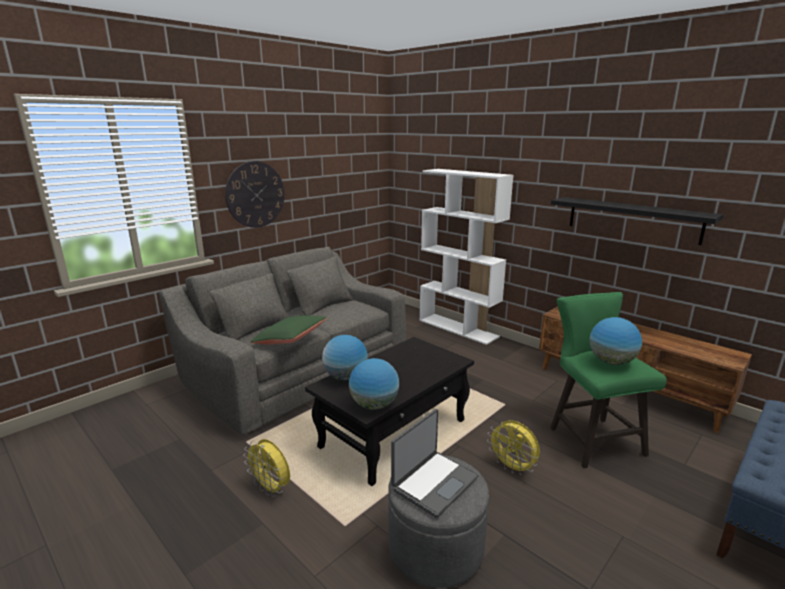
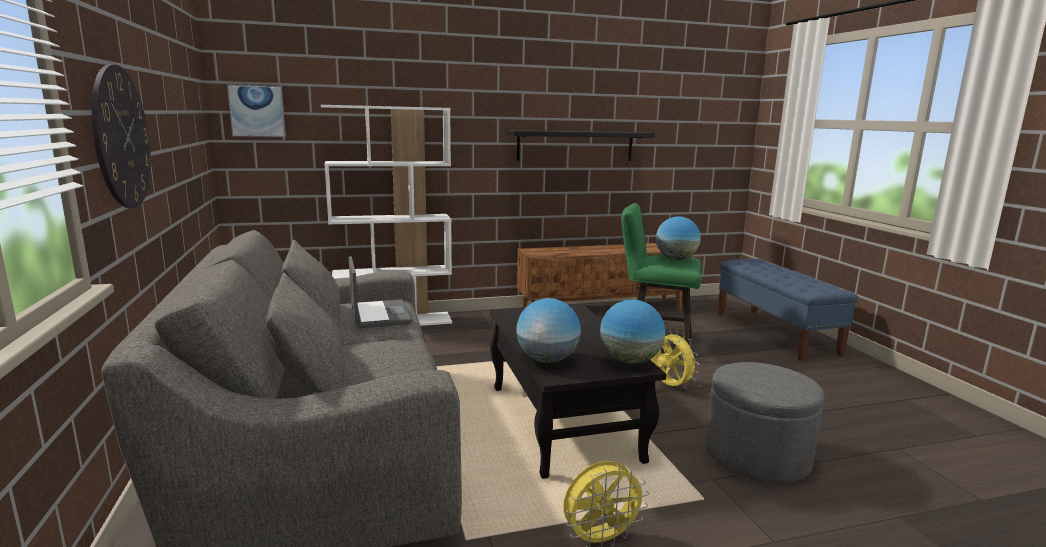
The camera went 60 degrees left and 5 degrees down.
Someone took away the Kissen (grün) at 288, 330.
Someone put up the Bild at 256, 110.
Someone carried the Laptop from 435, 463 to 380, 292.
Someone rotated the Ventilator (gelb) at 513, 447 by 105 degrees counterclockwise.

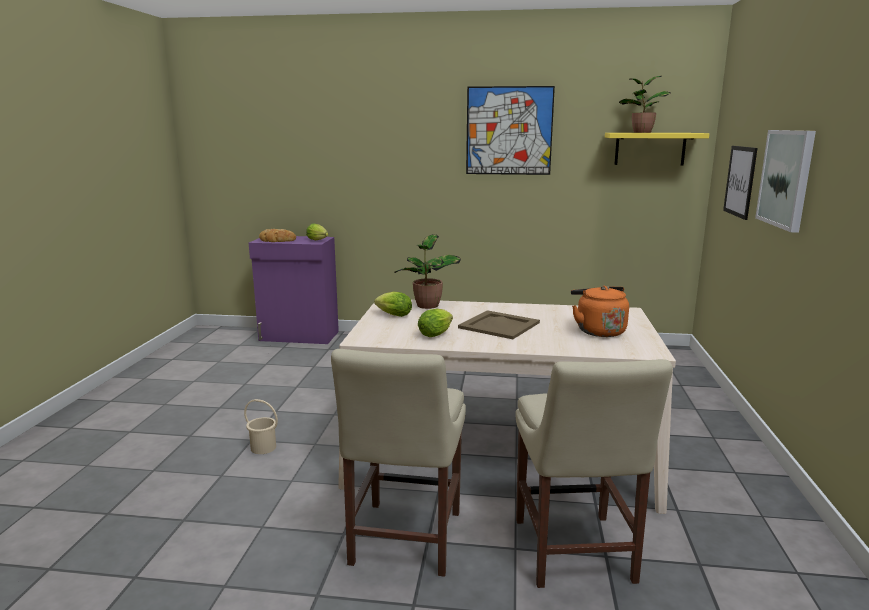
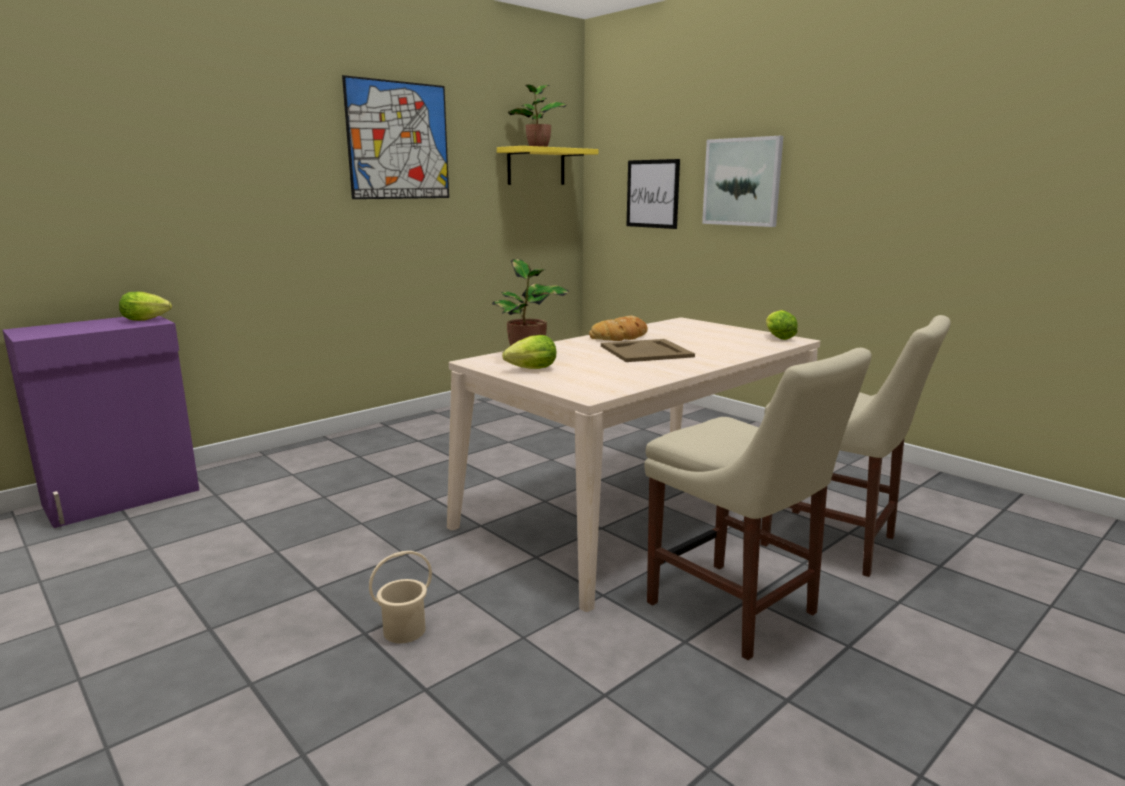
The camera went 50 degrees left and 0 degrees up.
Someone took away the Wasserkessel (orange) at 600, 311.
Someone carried the Brot from 277, 235 to 618, 328.
Someone carried the Salatkopf from 435, 323 to 782, 325.

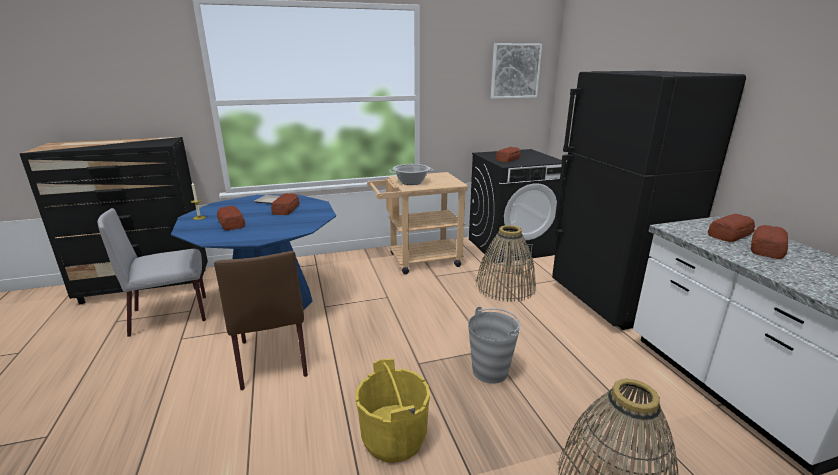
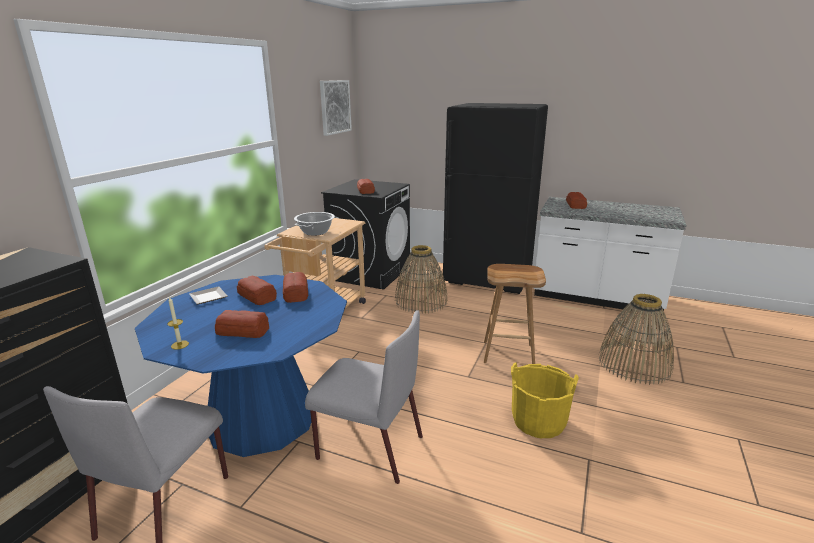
The camera went 50 degrees left and 0 degrees up.
Someone carried the Brot from 769, 242 to 295, 287.
Someone swapped the Eimer (grau) at 494, 345 for the Hocker (braun) at 515, 314.
Someone repainted the Stuhl (braun) at 261, 320, which became the Stuhl (grau) at 364, 397.

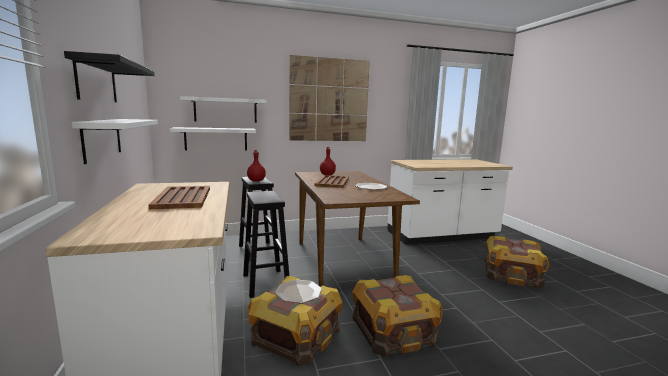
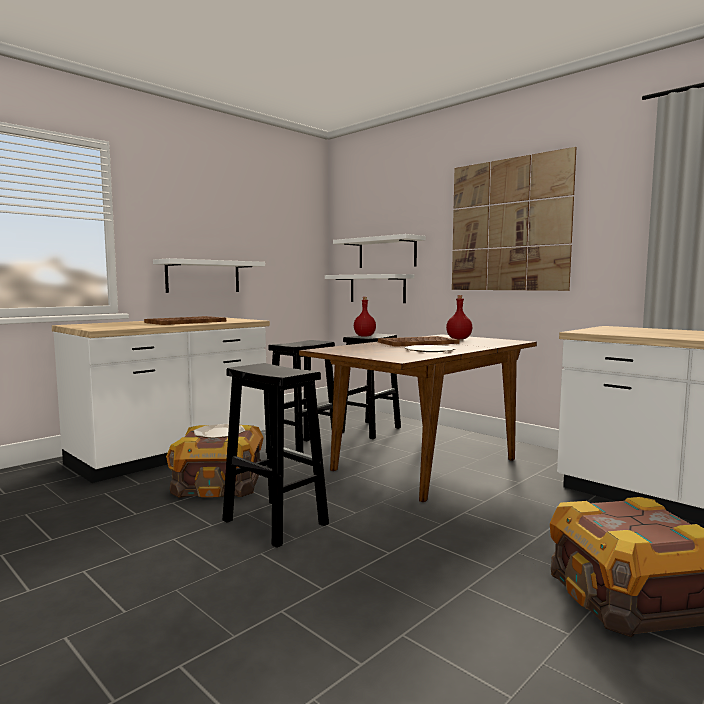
The camera went 60 degrees right and 5 degrees down.
Someone took away the Wandregal (schwarz) at 109, 76.
Someone swapped the Kiste at 397, 316 for the Hocker (schwarz) at 276, 455.

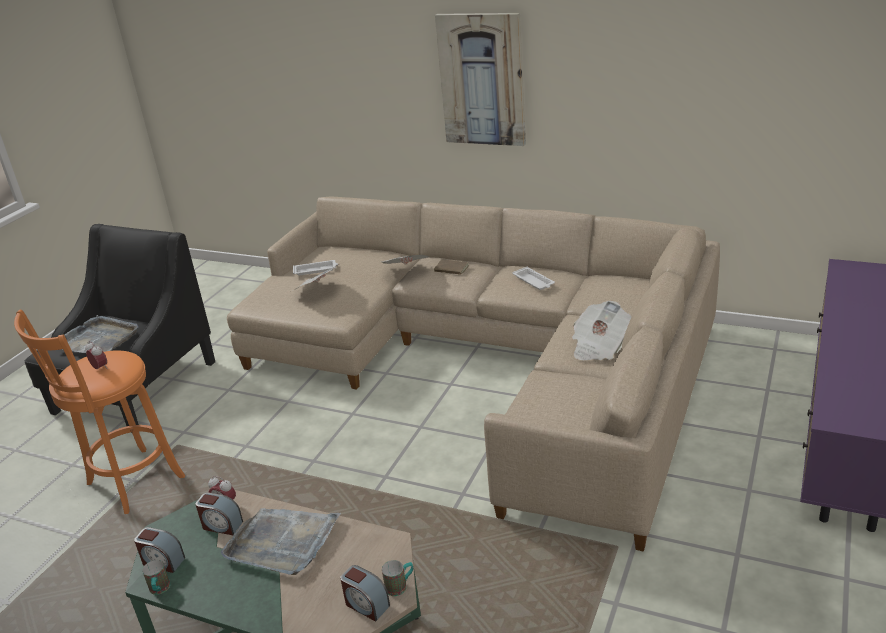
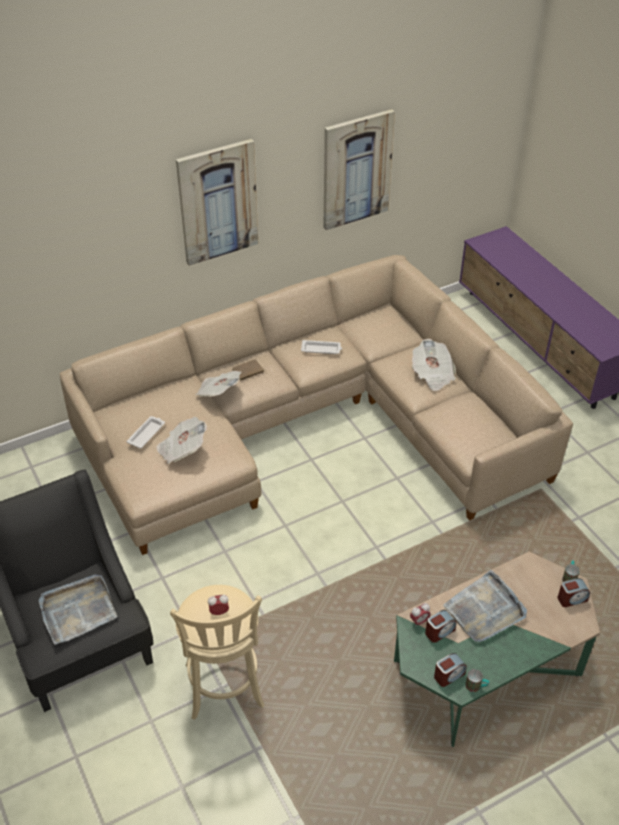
The camera went 55 degrees left and 15 degrees up.
Someone put up the Bild at 359, 169.
Someone repainted the Hocker (orange) at 99, 412, which became the Hocker (beige) at 217, 652.

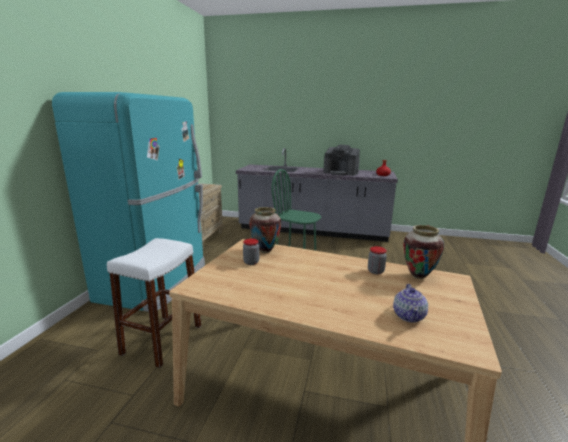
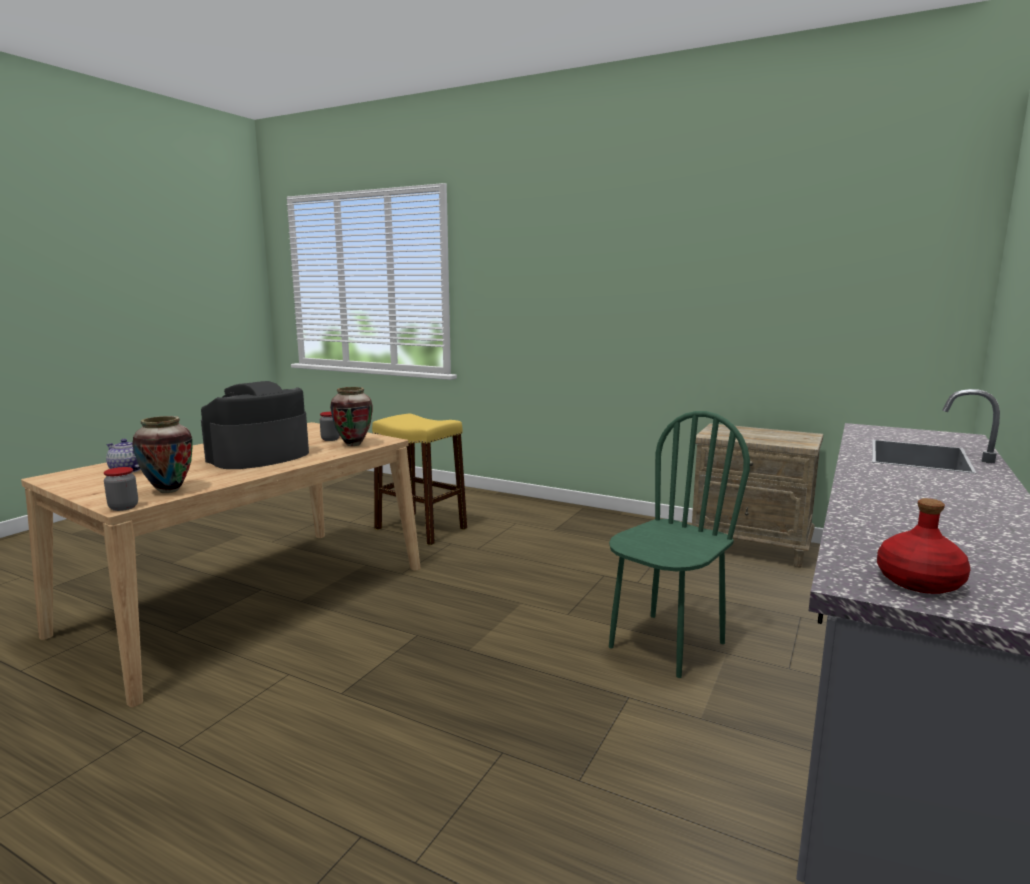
The camera went 105 degrees right and 5 degrees down.
Someone took away the Kühlschrank (türkis) at 128, 202.
Someone carried the Kaffeemaschine from 341, 160 to 255, 425.
Someone carried the Vorratsglas from 377, 260 to 121, 489.
Someone repainted the Hocker (weiß) at 154, 303, which became the Hocker (gelb) at 419, 479.

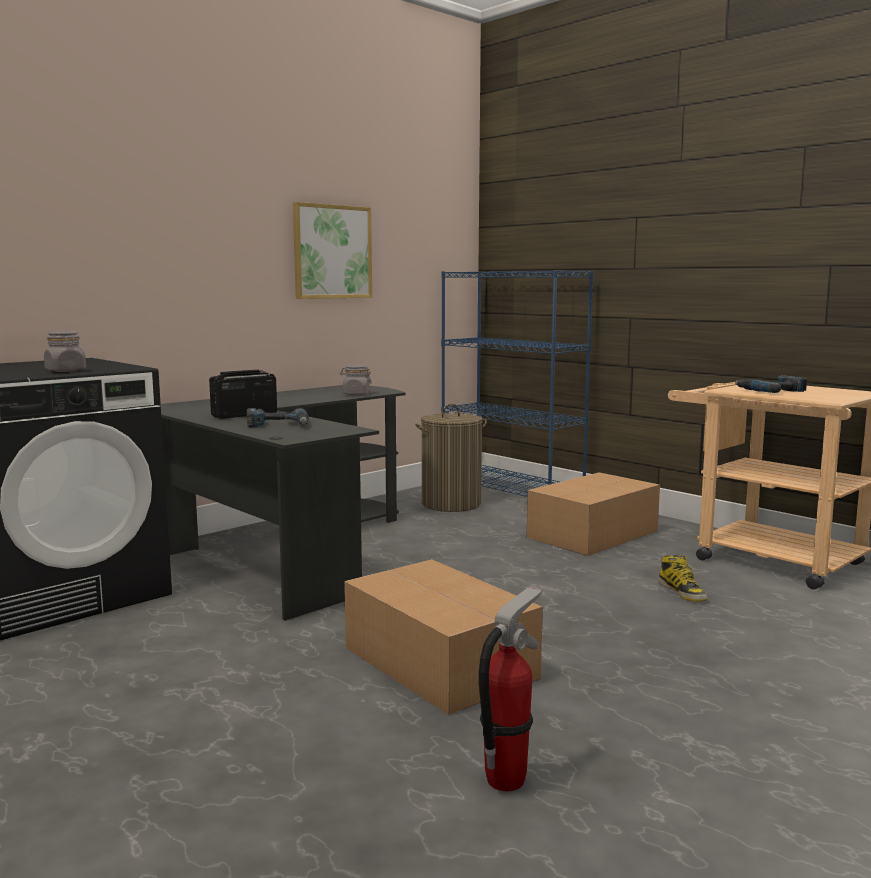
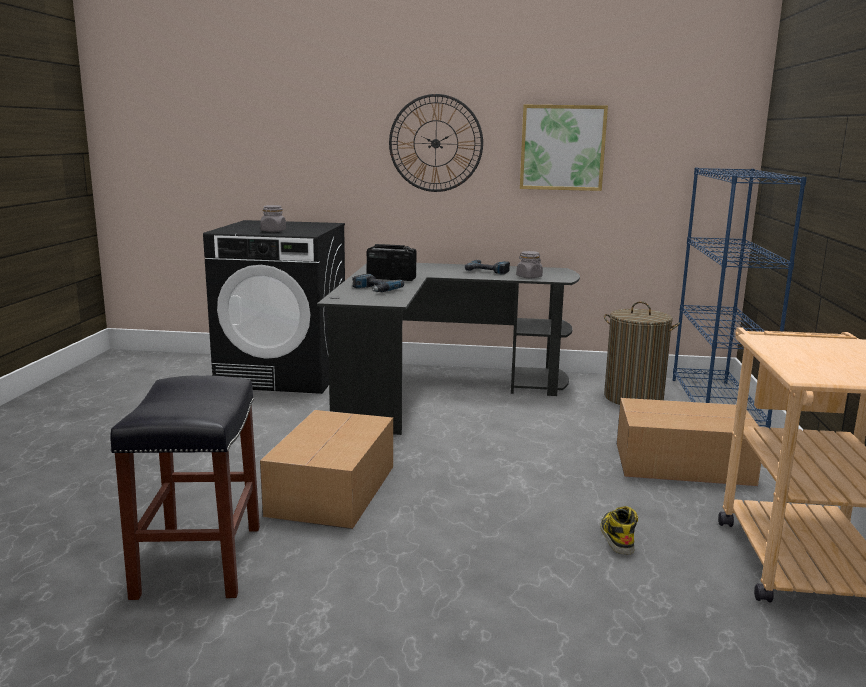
The camera went 50 degrees right and 5 degrees up.
Someone put up the Wanduhr at 436, 143.
Someone carried the Bohrmaschine from 771, 384 to 487, 267.
Someone swapped the Feuerlöscher at 510, 688 for the Hocker (schwarz) at 185, 488.
Someone rotated the Stiefel at 683, 578 by 150 degrees clockwise.

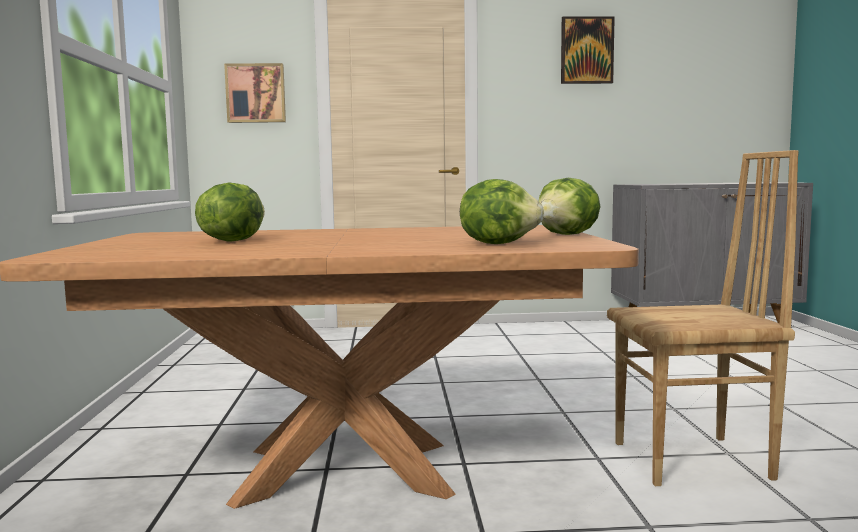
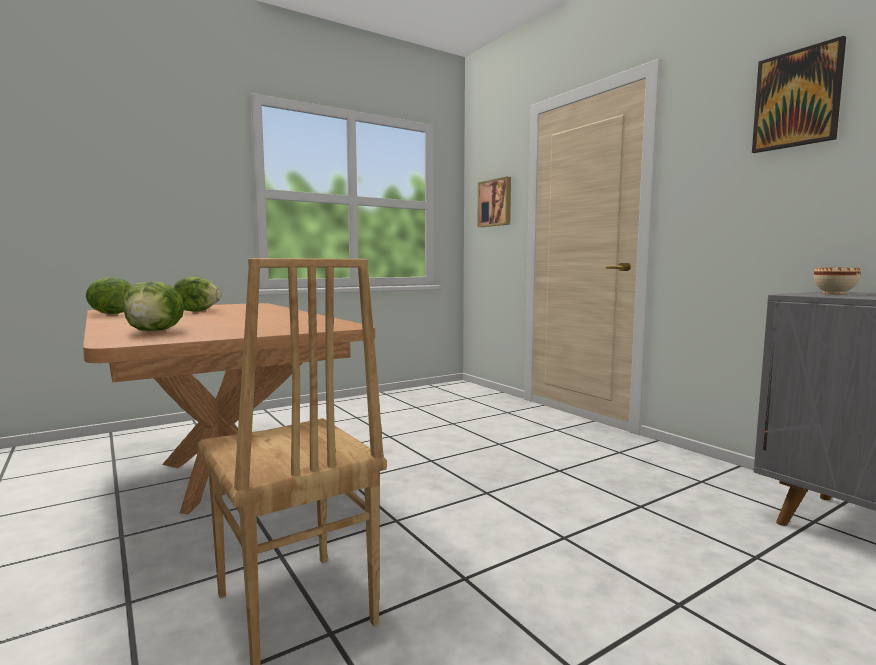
The camera went 60 degrees right and 0 degrees up.
Someone put down the Schüssel (beige) at 837, 281.
Someone carried the Salatkopf from 569, 206 to 108, 295.

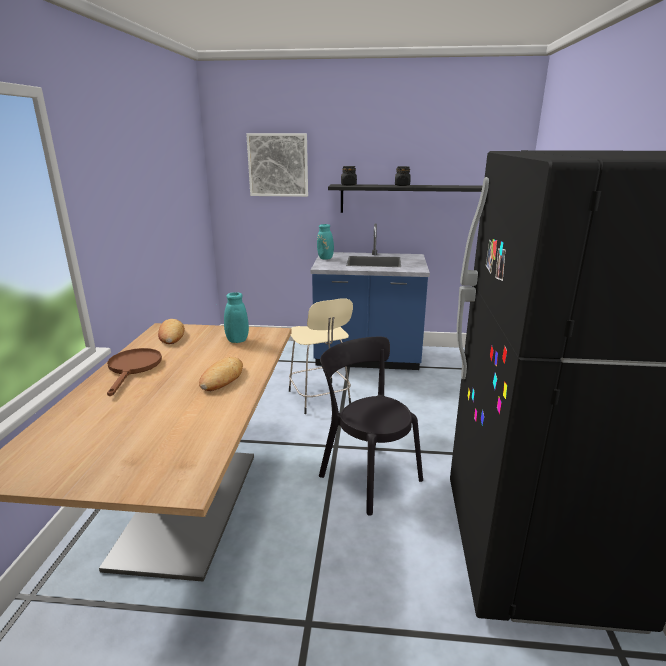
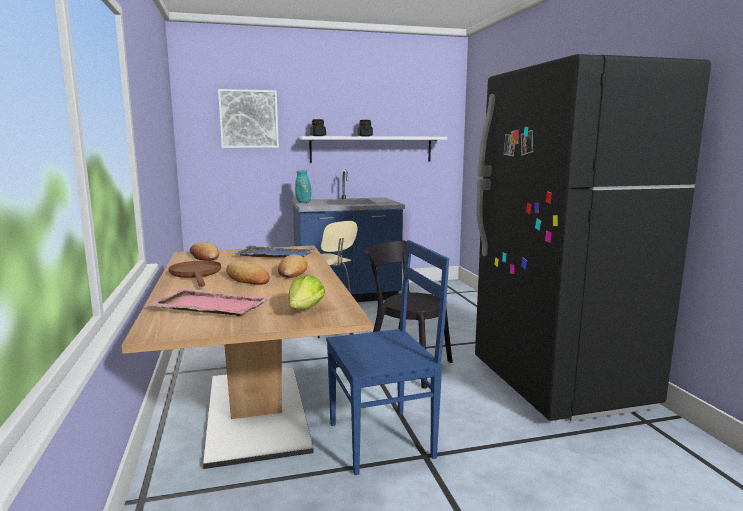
The camera went 20 degrees left and 10 degrees down.
Someone put down the Tablett (rosa) at 208, 302.
Someone put down the Brot at 248, 272.
Someone put down the Salatkopf at 306, 292.
Someone put down the Stuhl (blau) at 387, 357.
Someone swapped the Vase (türkis) at 236, 317 for the Tablett (blau) at 274, 251.
Someone repainted the Wandregal (schwarz) at 405, 198, which became the Wandregal (weiß) at 373, 149.

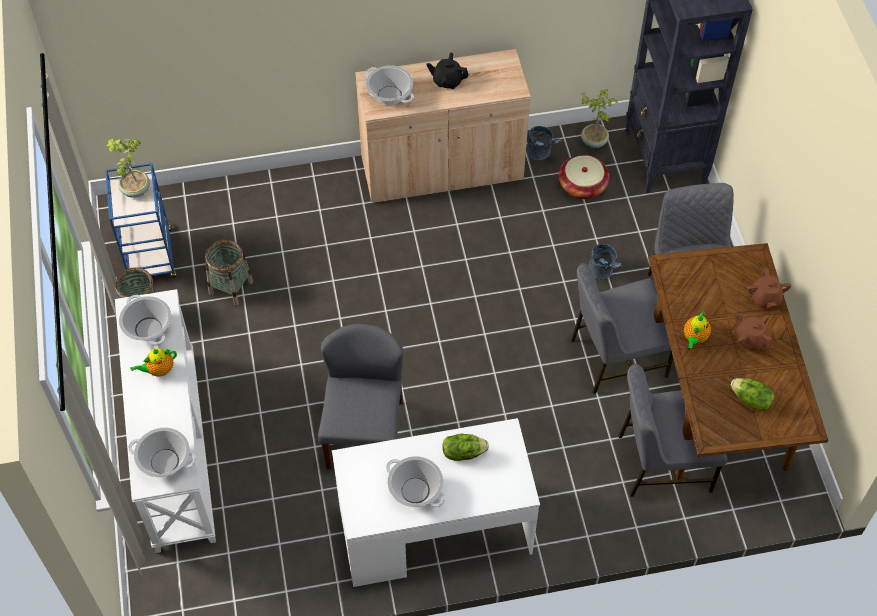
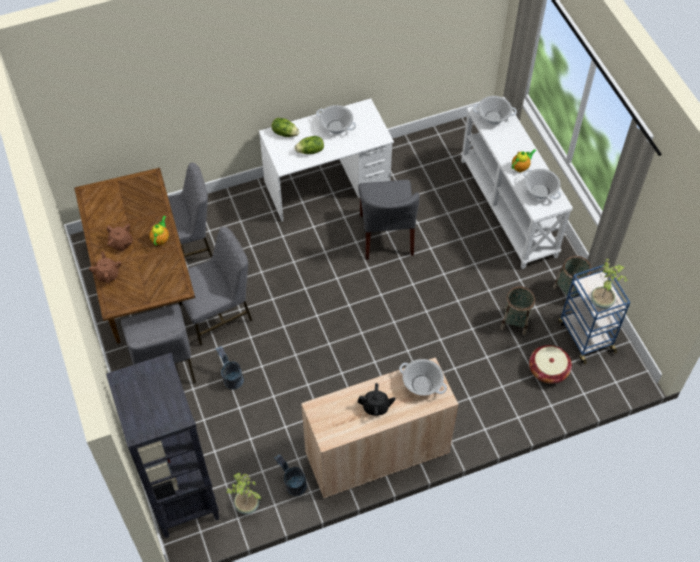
The camera went 170 degrees right and 0 degrees up.
Someone carried the Korb from 584, 177 to 550, 364.
Someone carried the Salatkopf from 752, 394 to 285, 127.

